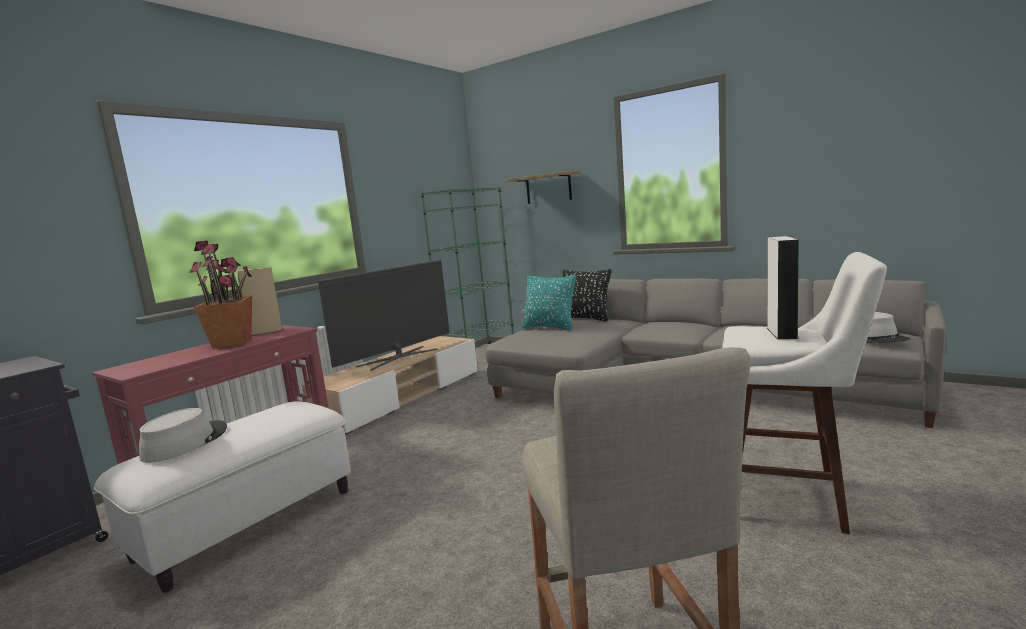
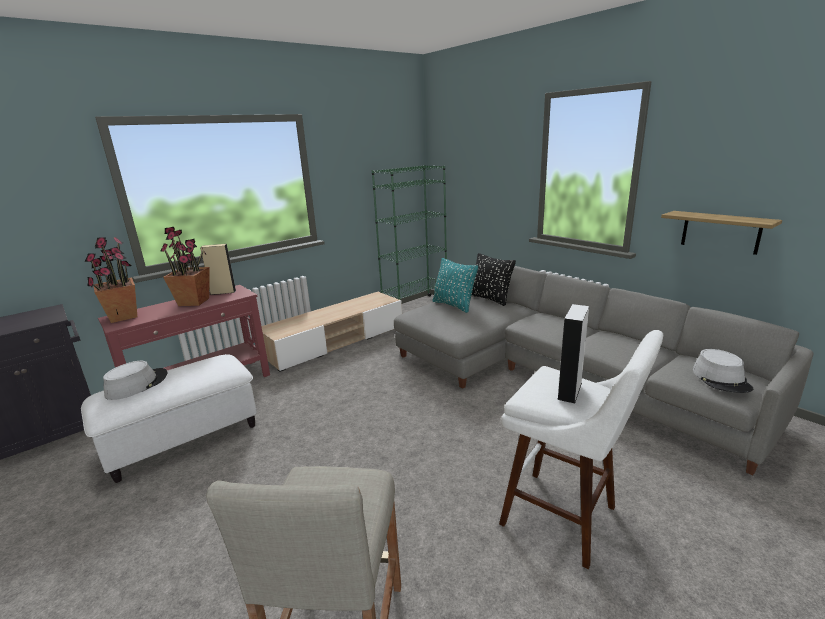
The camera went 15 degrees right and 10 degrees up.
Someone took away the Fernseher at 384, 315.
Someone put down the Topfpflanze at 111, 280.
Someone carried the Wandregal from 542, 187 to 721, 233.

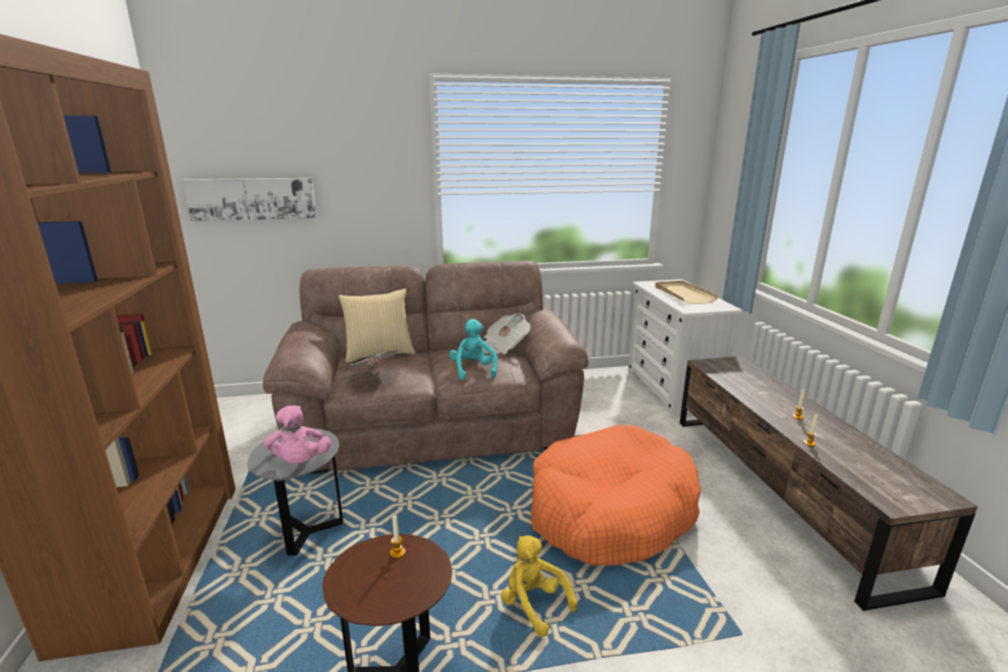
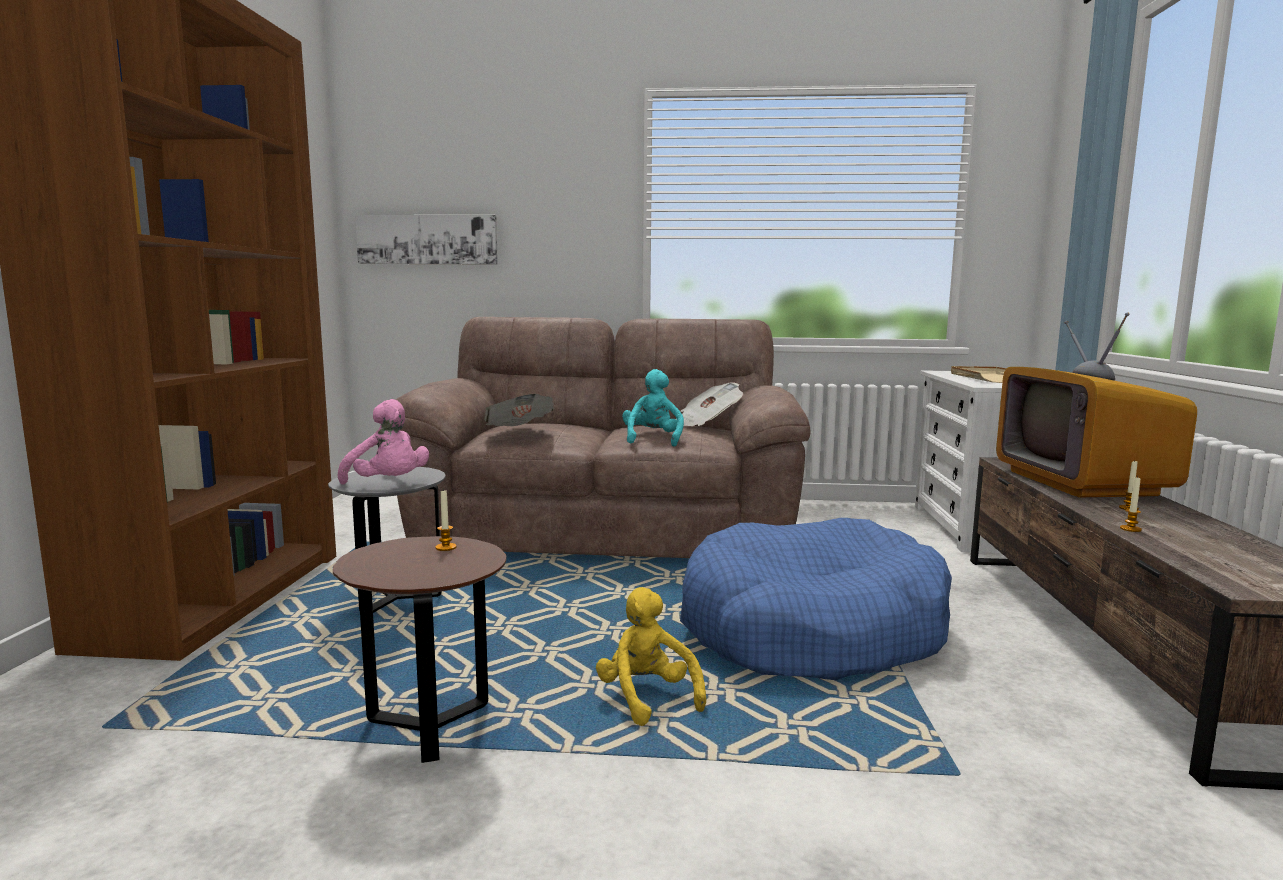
The camera went 15 degrees right and 10 degrees down.
Someone took away the Kissen at 376, 325.
Someone put down the Fernseher at 1096, 404.
Someone repainted the Hundebett (orange) at 616, 495, which became the Hundebett (blau) at 816, 599.
Someone rotated the Plüschtier (rosa) at 297, 434 by 45 degrees counterclockwise.

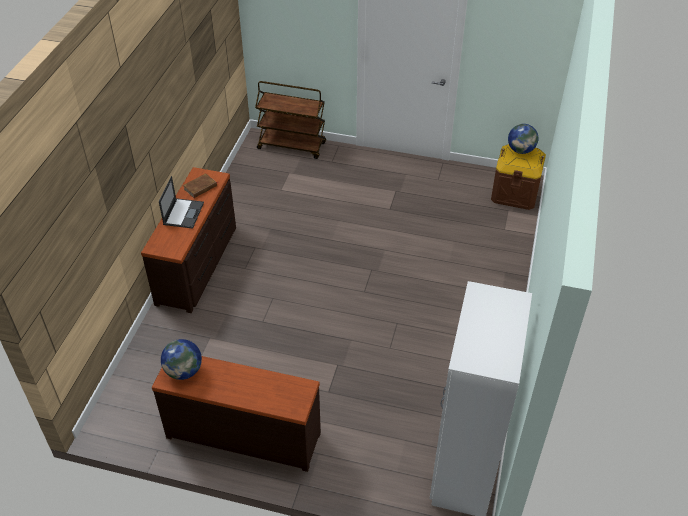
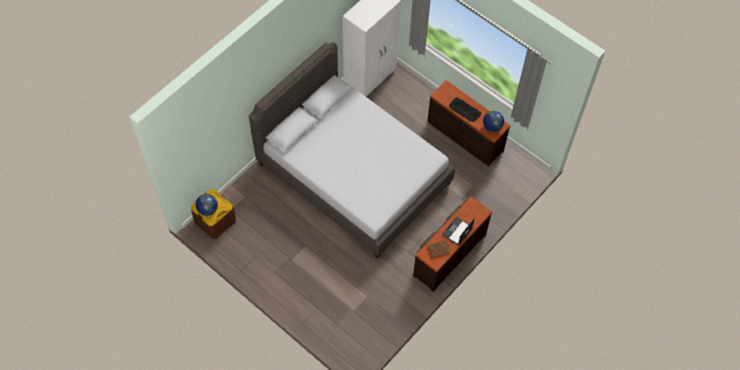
The camera went 155 degrees left and 15 degrees up.
Someone took away the Rollwagen (braun) at 290, 120.
Someone put down the Bett (grau) at 352, 150.
Someone put down the Tastatur at 465, 109.

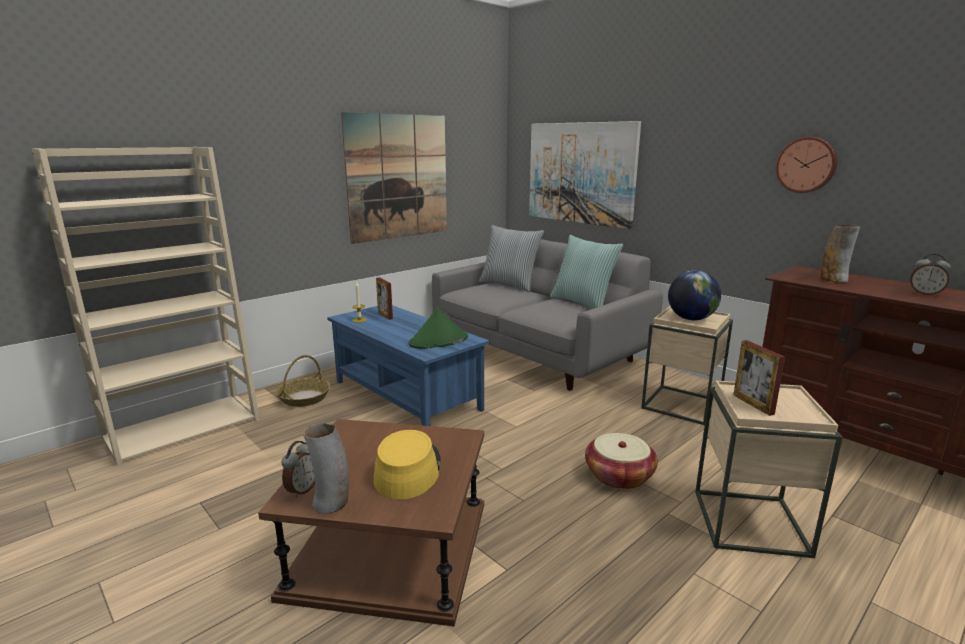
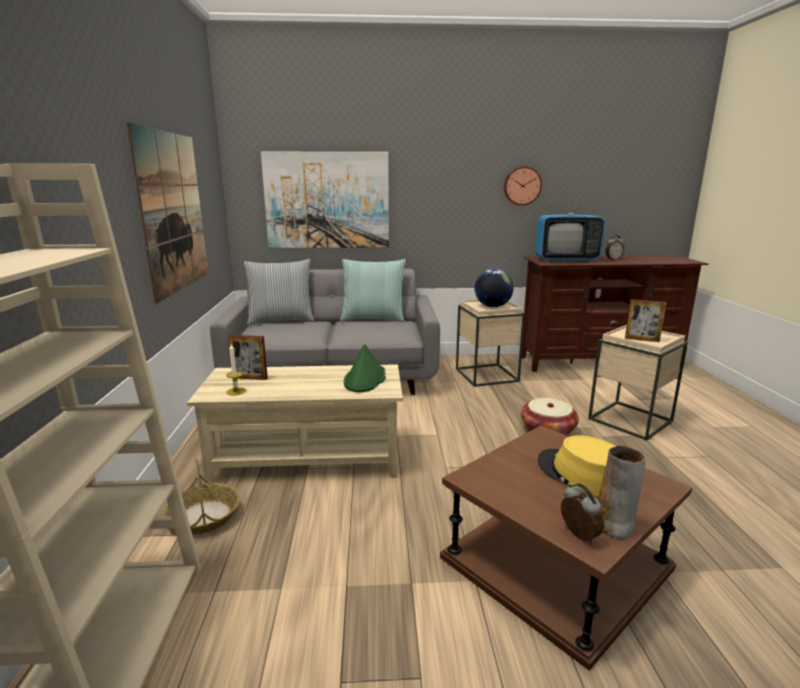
The camera went 50 degrees left and 0 degrees up.
Someone swapped the Vase at 840, 253 for the Fernseher at 570, 223.
Someone repainted the Couchtisch (blau) at 408, 365, which became the Couchtisch (beige) at 295, 423.

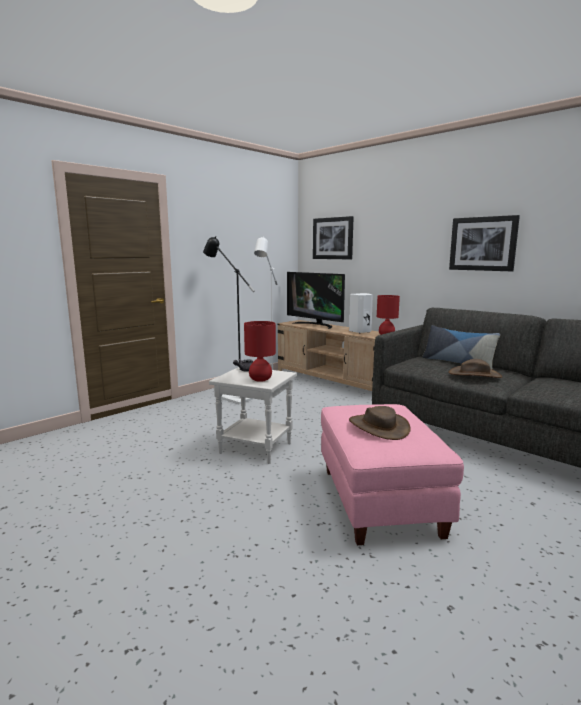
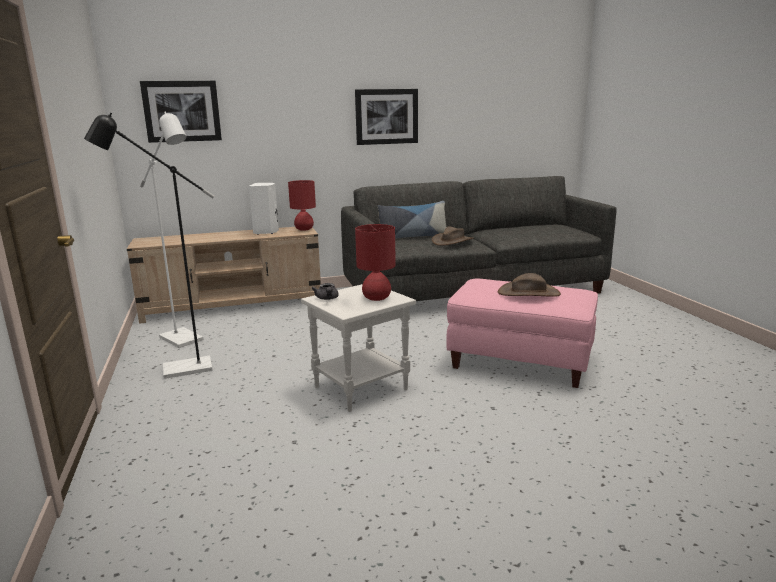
The camera went 60 degrees left and 5 degrees up.
Someone took away the Fernseher at 316, 300.

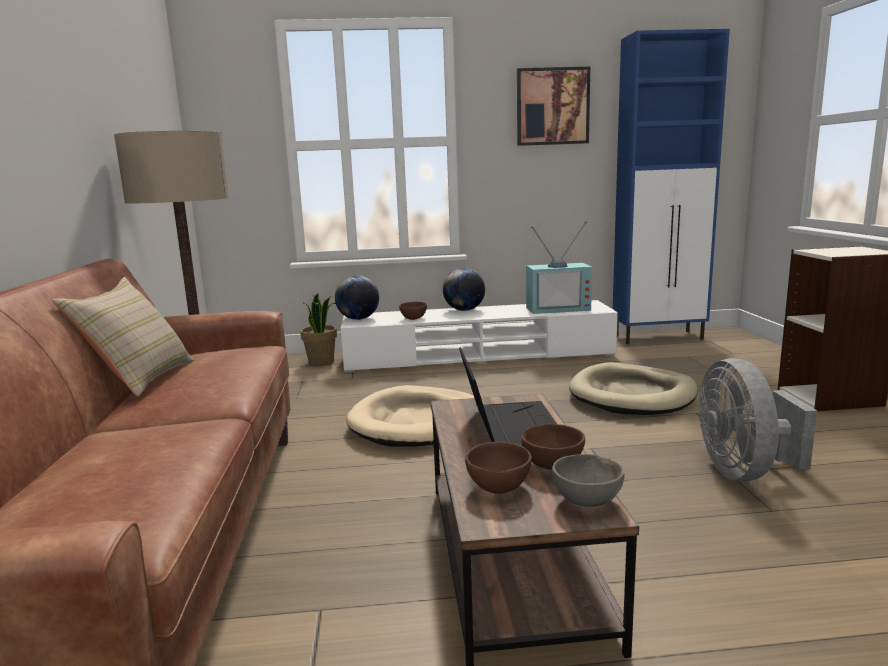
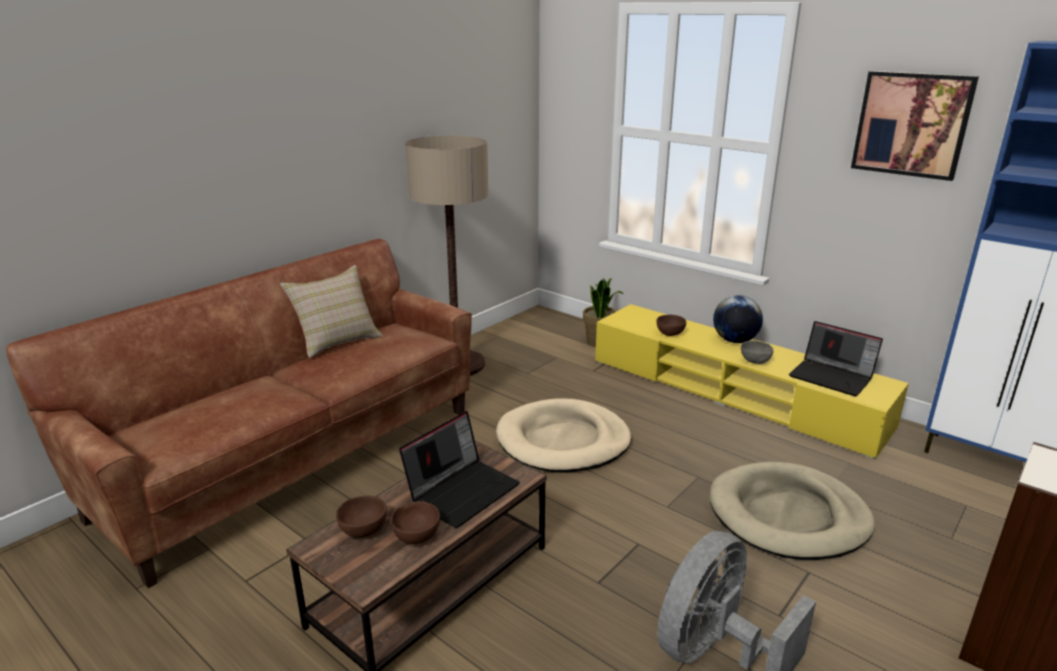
The camera went 45 degrees right and 10 degrees up.
Someone took away the Globus at 357, 298.
Someone carried the Schüssel (grau) from 588, 480 to 757, 352.
Someone swapped the Fernseher at 559, 267 for the Laptop at 836, 358.
Someone repainted the Fernsehschrank (weiß) at 479, 336, which became the Fernsehschrank (gelb) at 752, 381.

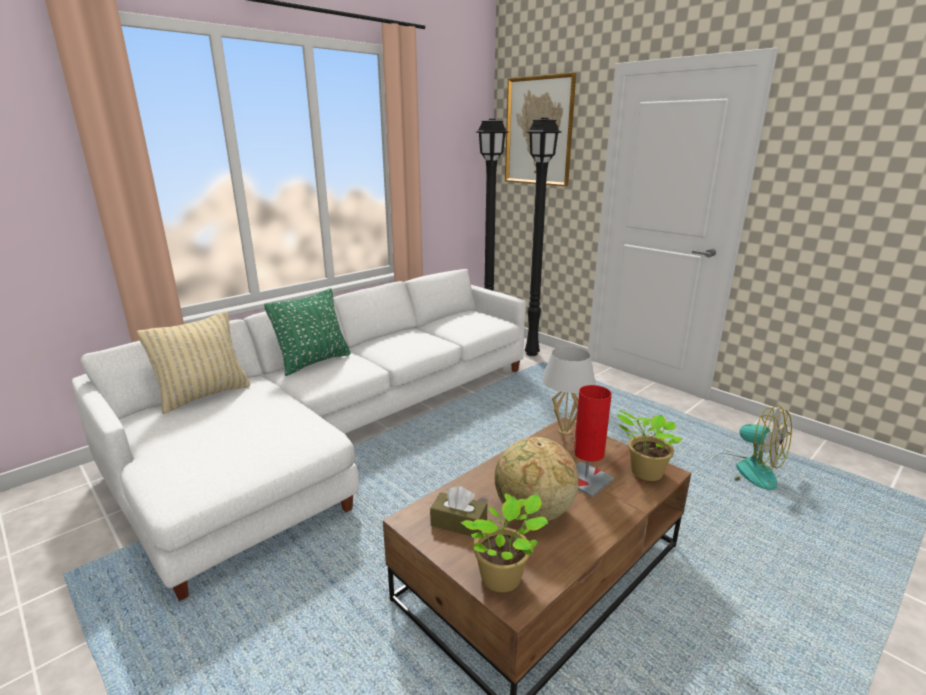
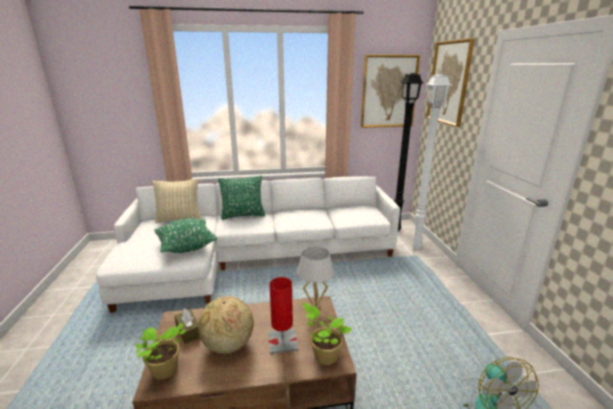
The camera went 35 degrees right and 0 degrees up.
Someone put down the Kissen (grün) at 185, 235.
Someone put up the Bild at 390, 91.
Someone repainted the Stehlampe (schwarz) at 543, 237, which became the Stehlampe (weiß) at 431, 161.

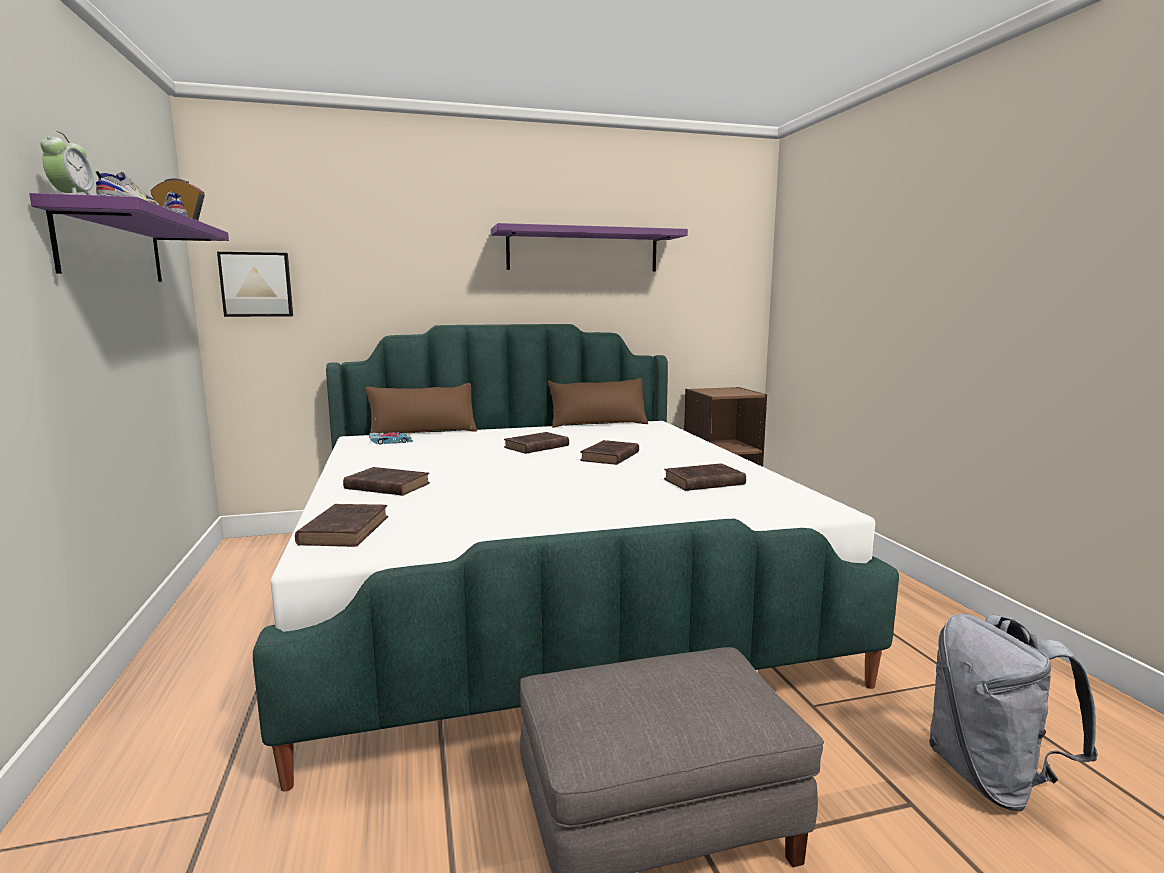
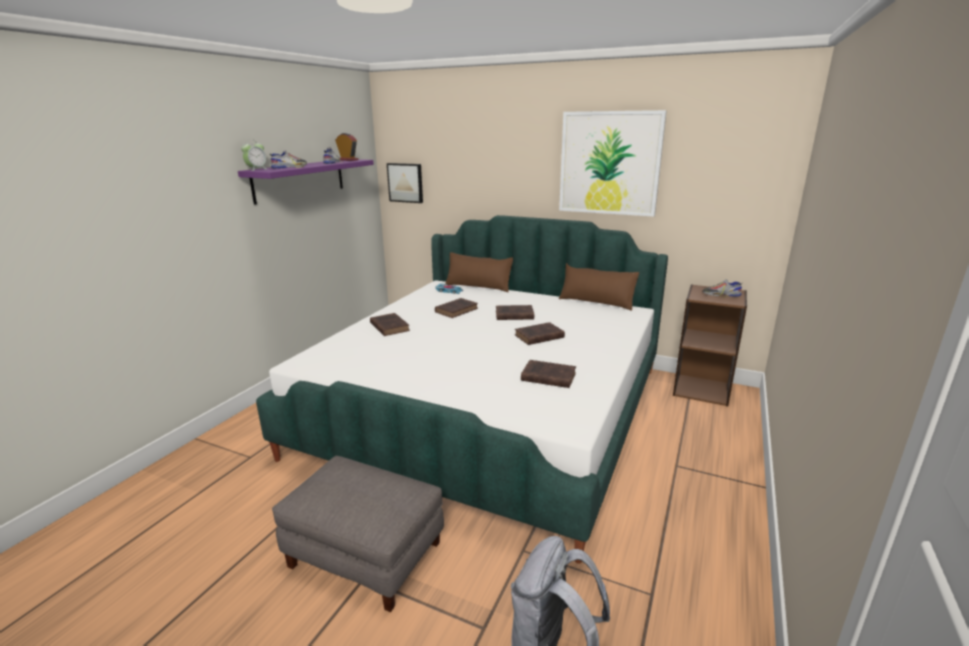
The camera went 40 degrees right and 10 degrees up.
Someone put down the Schuh at 722, 288.
Someone carried the Buch (braun) from 341, 525 to 456, 308.
Someone swapped the Wandregal (lila) at 589, 247 for the Bild at 613, 163.

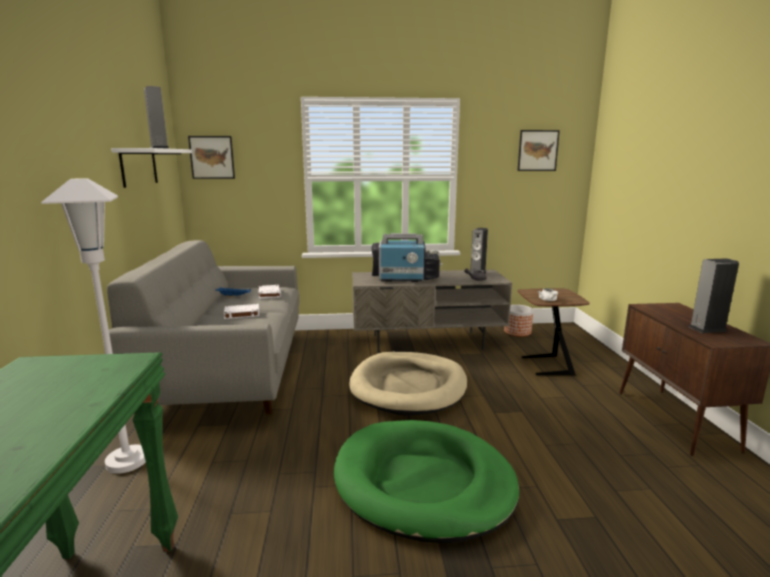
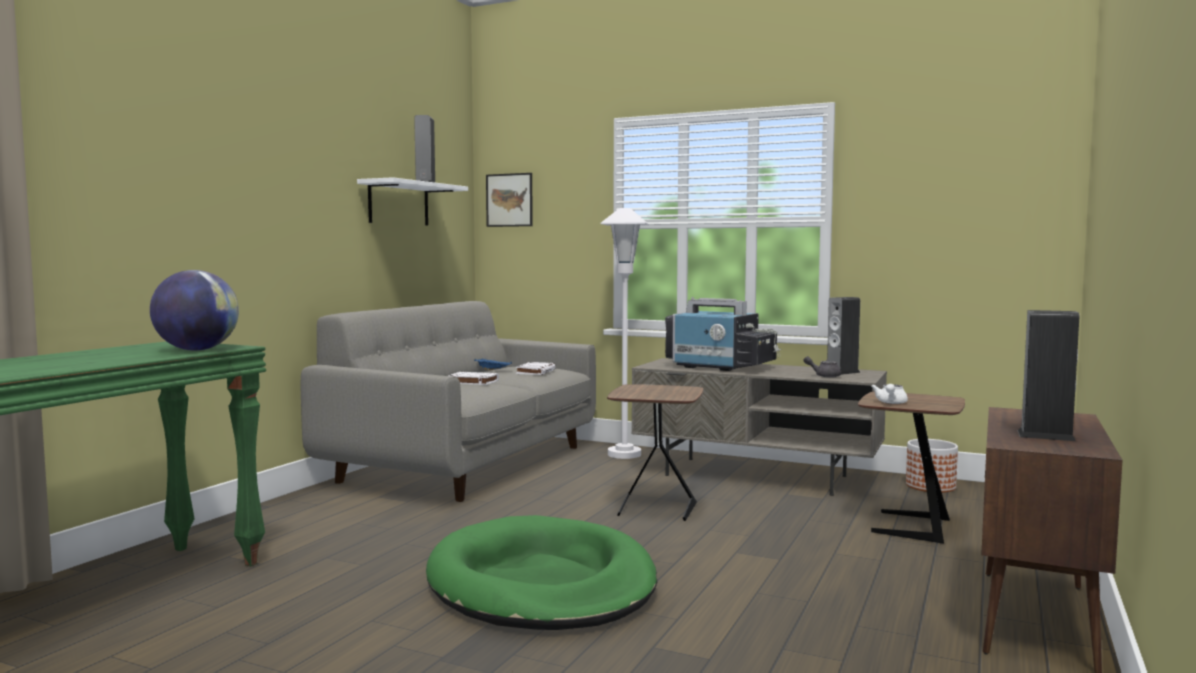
The camera went 30 degrees right and 10 degrees down.
Someone took away the Bild at 539, 150.
Someone put down the Globus at 194, 310.
Someone carried the Stehlampe (weiß) from 93, 326 to 625, 333.
Someone swapped the Hundebett (beige) at 408, 384 for the Beistelltisch (braun) at 655, 452.

